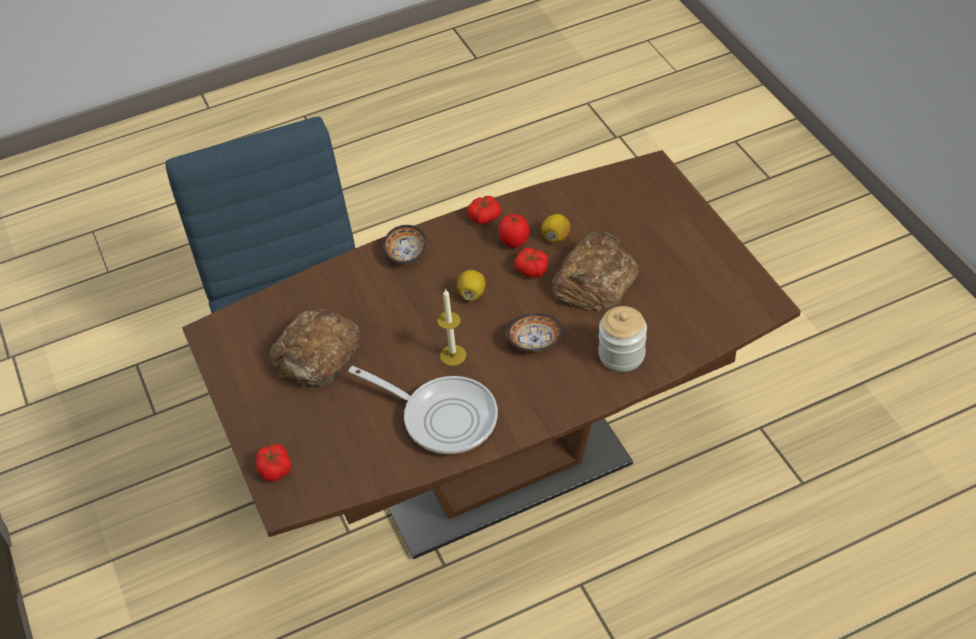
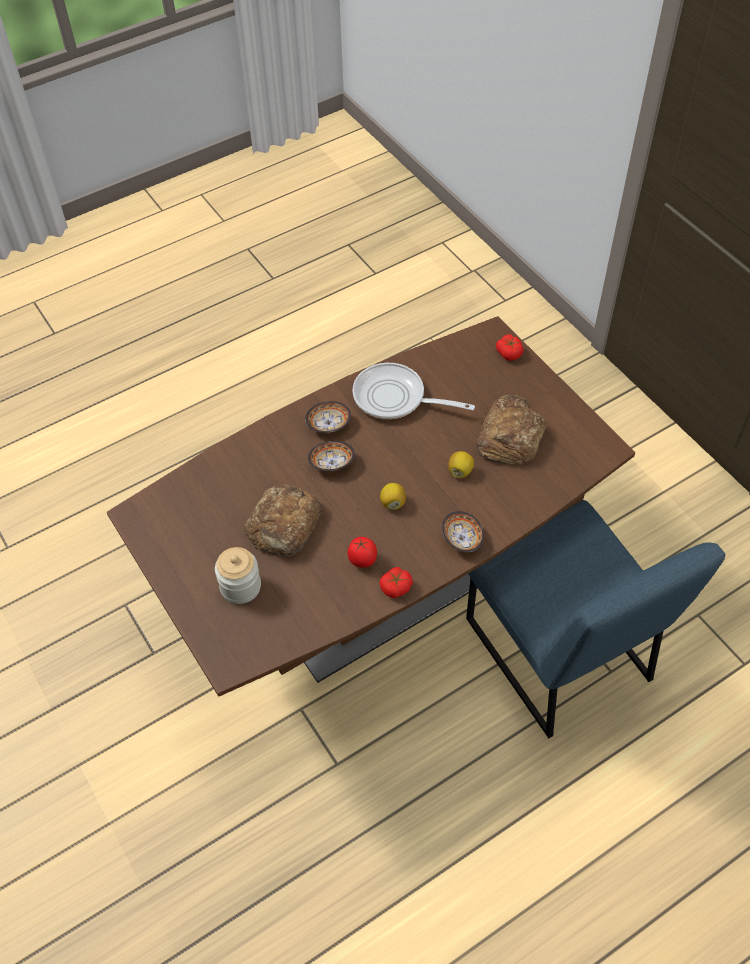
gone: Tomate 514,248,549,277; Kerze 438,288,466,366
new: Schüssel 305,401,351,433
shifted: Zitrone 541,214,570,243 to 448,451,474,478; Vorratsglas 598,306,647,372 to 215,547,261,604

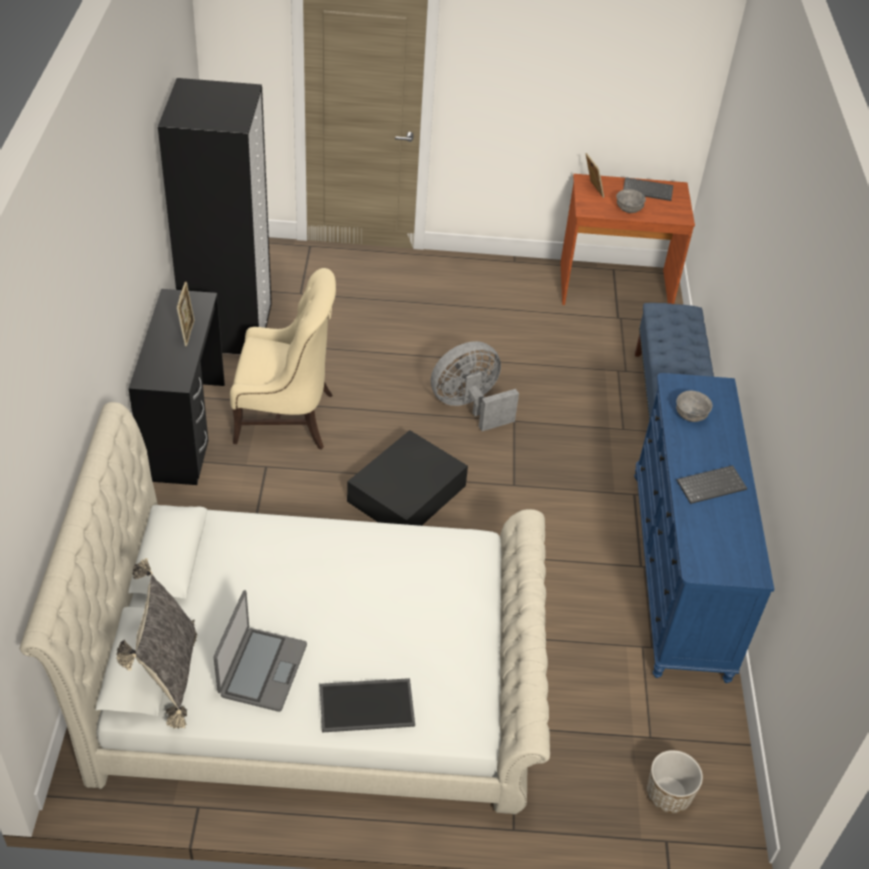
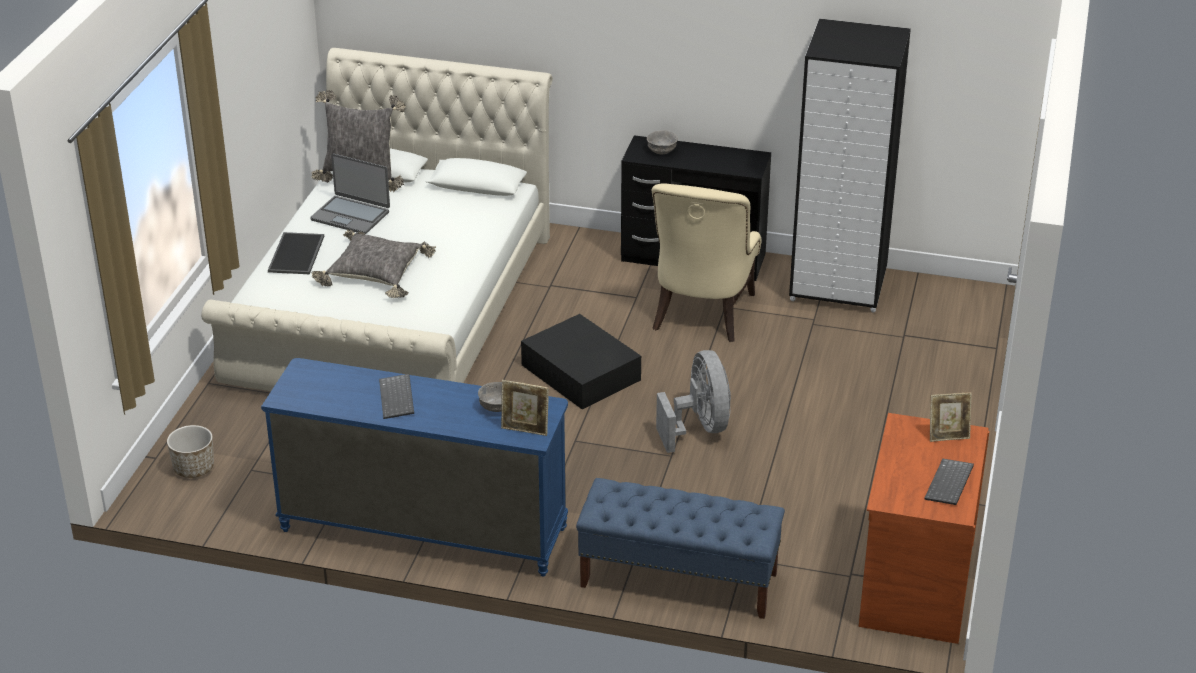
new: Kissen 312,230,436,298
shifted: Schüssel [grau] 616,189,646,213 to 647,130,678,154; Bilderrahmen 177,282,194,346 to 501,380,549,436

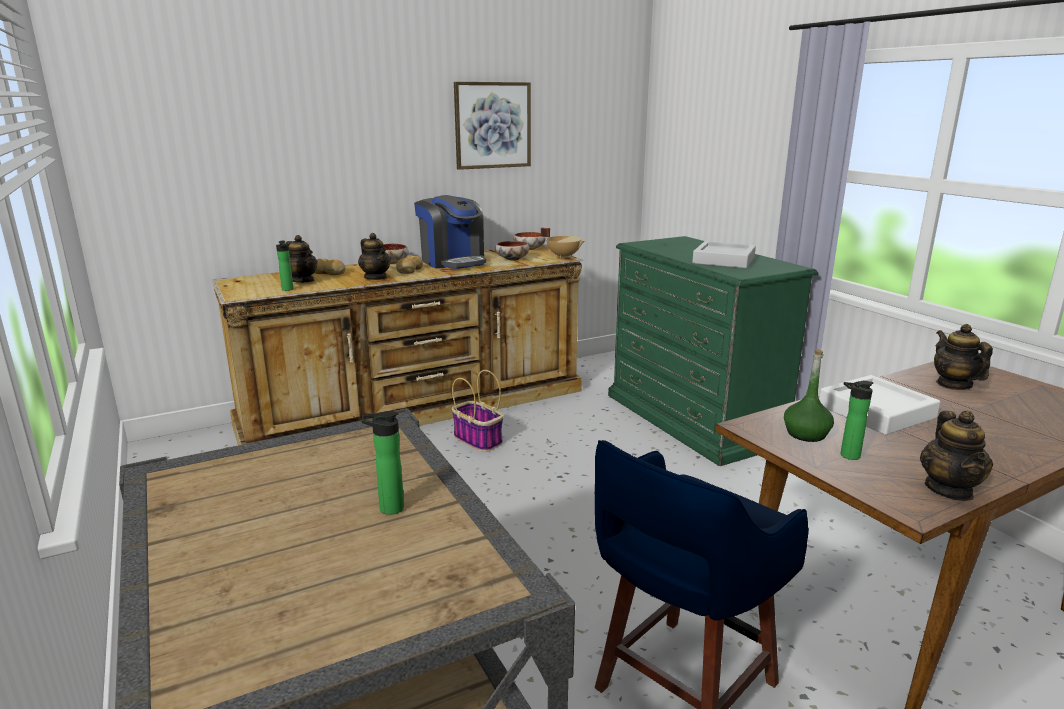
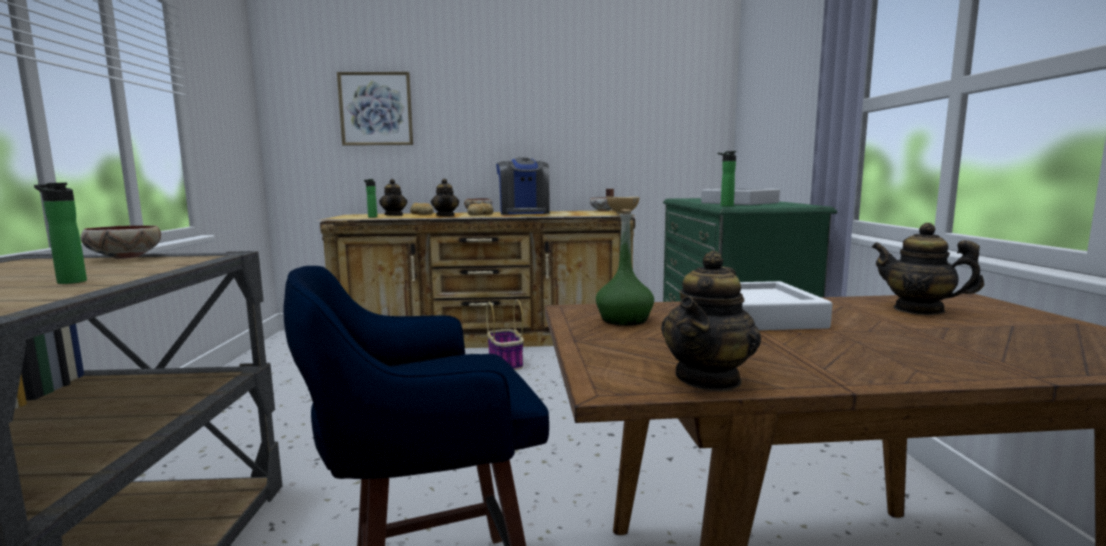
shifted: Bild 454,82,531,170 to 337,72,413,146; Schüssel 495,241,529,261 to 81,225,161,259; Flasche 840,381,873,460 to 718,151,737,207
rotated: Teekanne 934,324,993,390 = 872,223,984,315 60 degrees counterclockwise

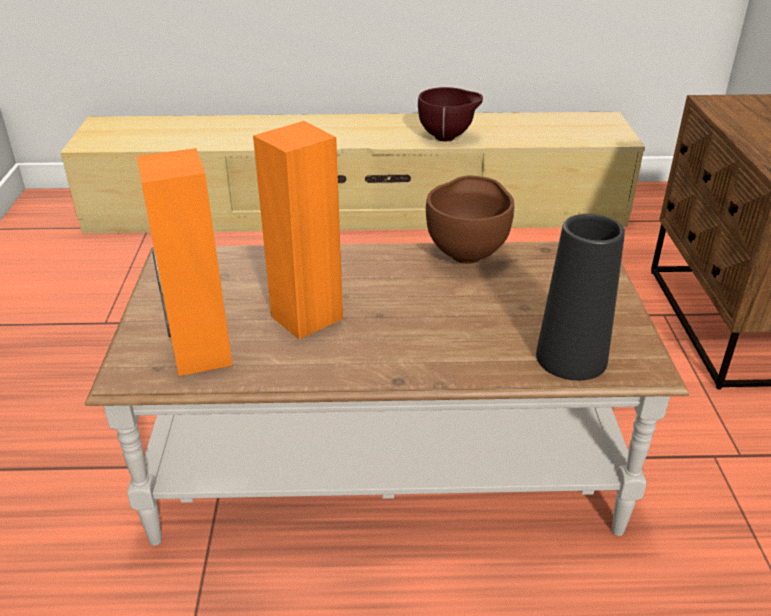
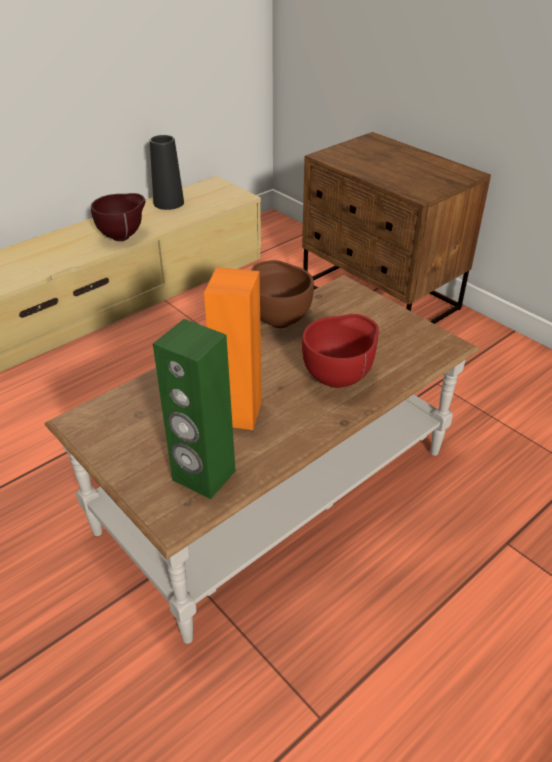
new: Schüssel [rot] 302,314,379,388
shifted: Vase [schwarz] 536,214,625,381 to 150,135,184,210
repainted: Lautsprecher [orange] 137,148,233,376 to Lautsprecher [grün] 153,319,236,499

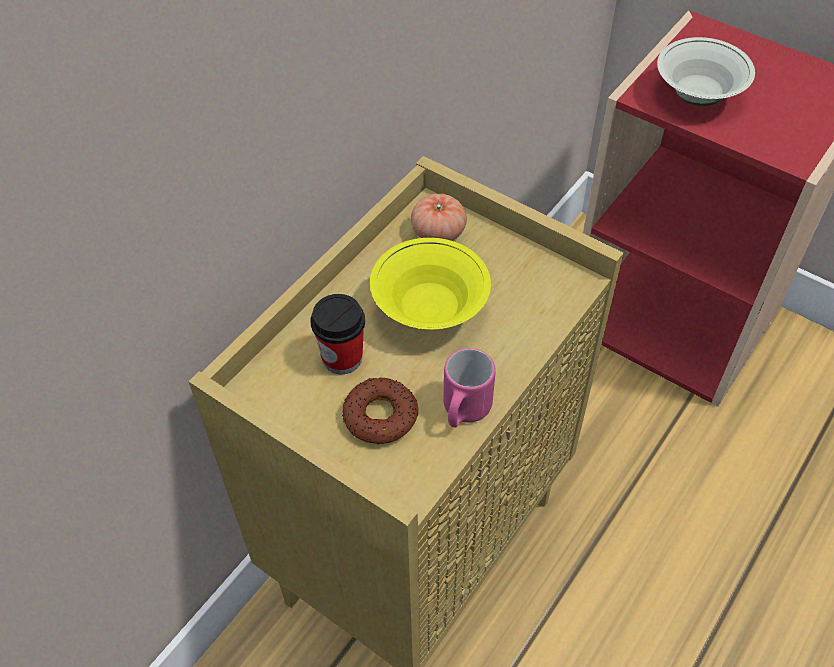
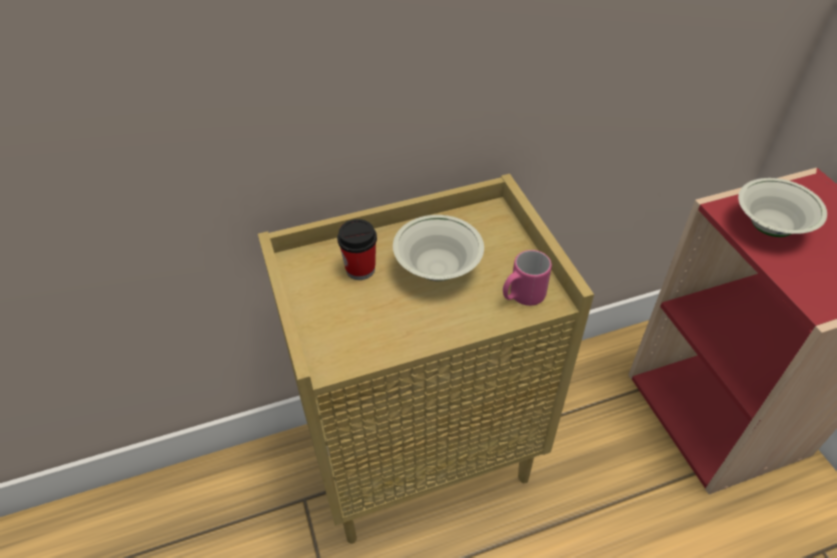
gone: Tomate 411,194,467,241; Donut 342,377,418,444
shifted: Henkelbecher [rosa] 443,348,496,427 to 503,250,552,306
repainted: Schüssel [gelb] 370,238,491,330 to Schüssel [weiß] 393,215,484,281

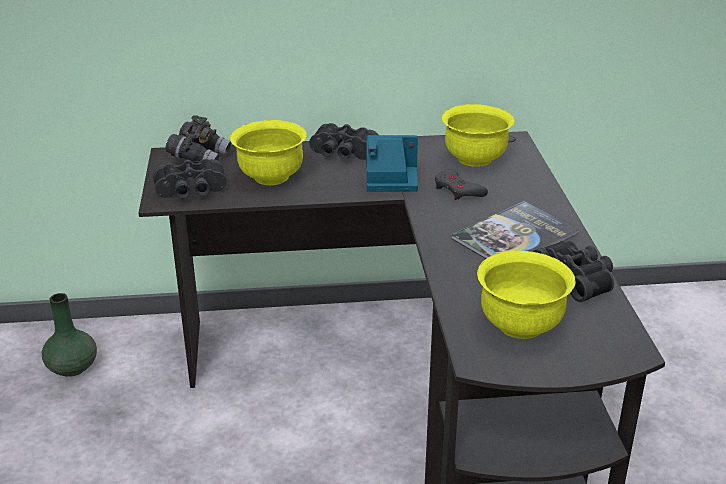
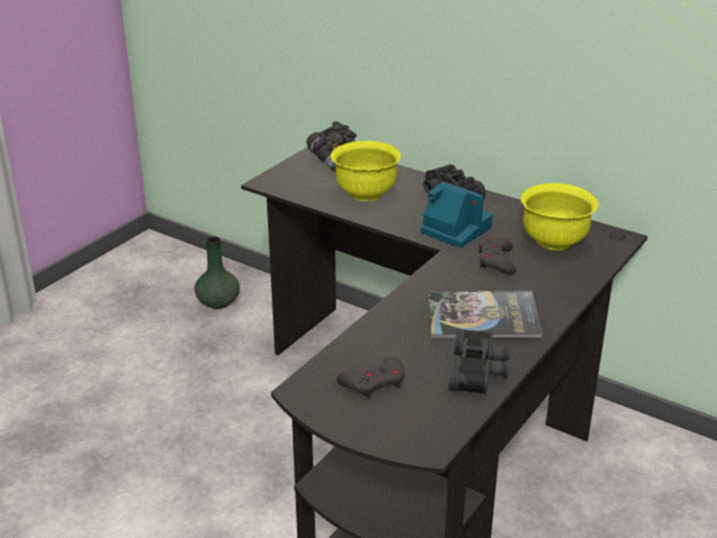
gone: Fernglas [schwarz] 153,159,227,199
swapped: Schüssel [gelb] 477,250,576,339 to Gamepad [grau] 337,357,405,399

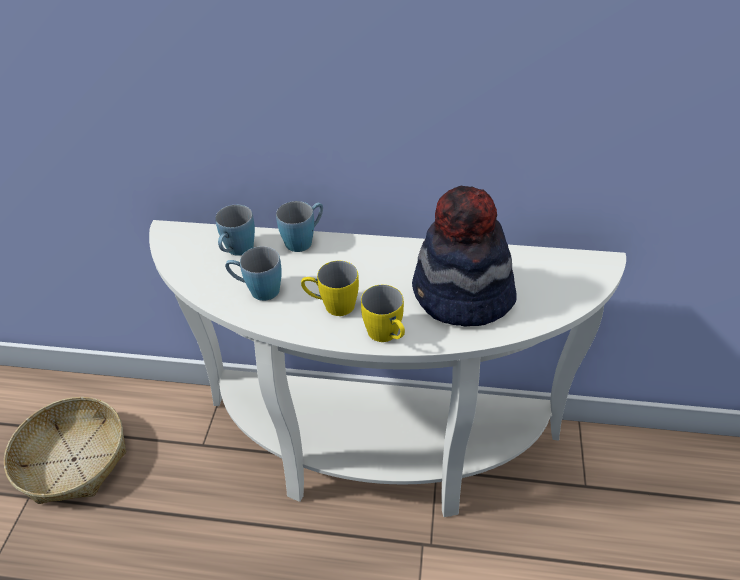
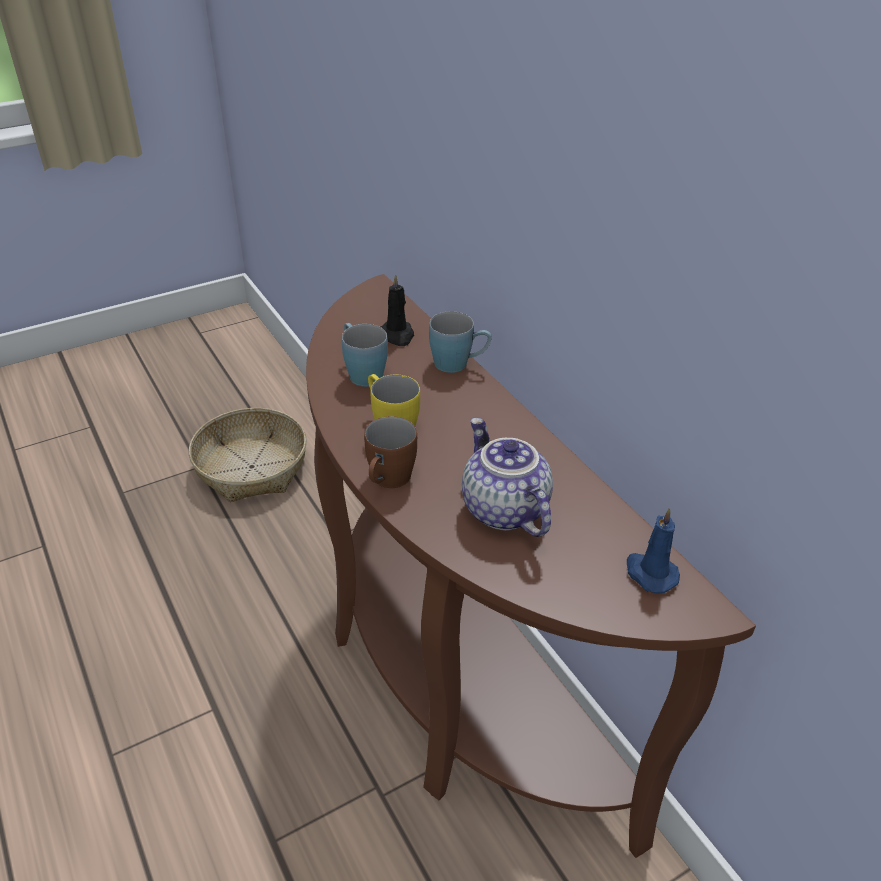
new: Kerze [blau] 627,508,680,594
swapped: Hut 412,186,517,326 to Teekanne 462,417,553,537; Henkelbecher [blau] 215,205,255,256 to Kerze [schwarz] 380,274,414,346
repainted: Konsolentisch [weiß] 149,220,626,517 to Konsolentisch [braun] 306,274,756,858; Henkelbecher [gelb] 361,285,405,342 to Henkelbecher [braun] 364,416,417,488

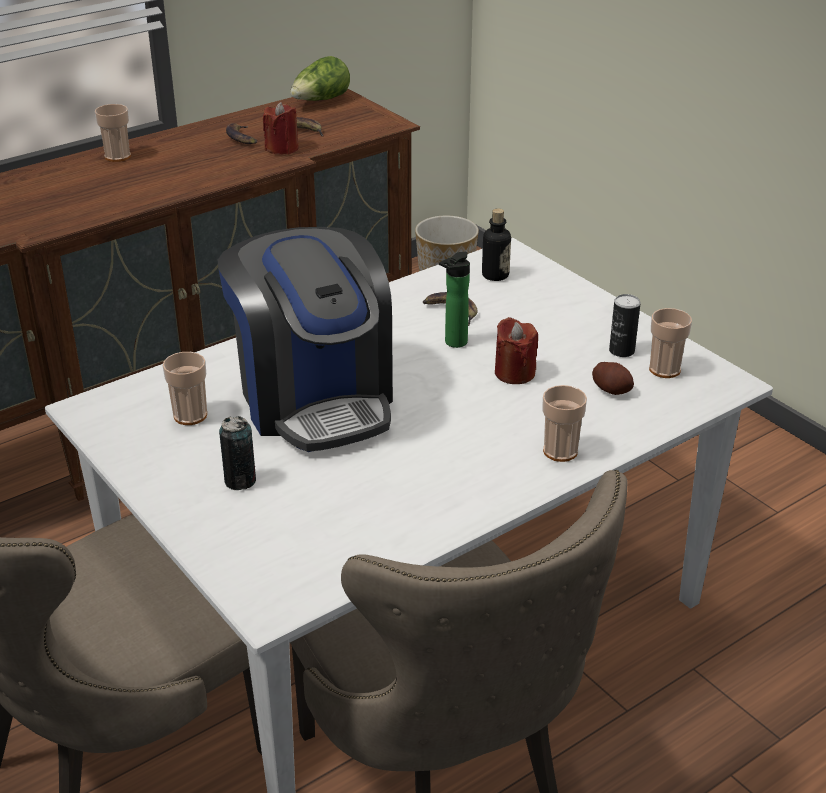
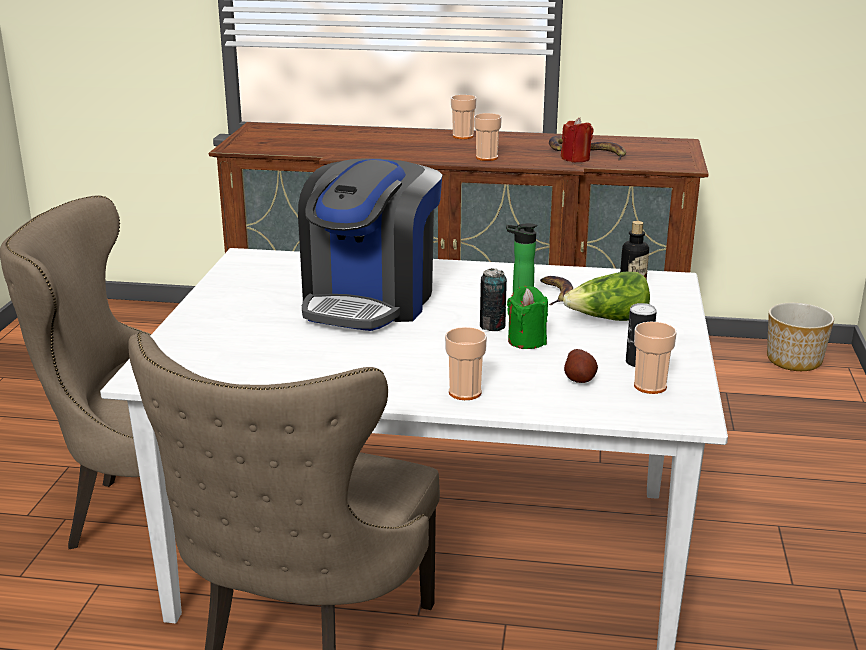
shifted: Salatkopf 290,56,350,101 to 563,272,650,321; Tasse 163,352,207,425 to 474,113,502,161; Dose 219,416,256,490 to 480,268,507,331
repainted: Kerze [rot] 495,317,538,384 to Kerze [grün] 507,286,548,349

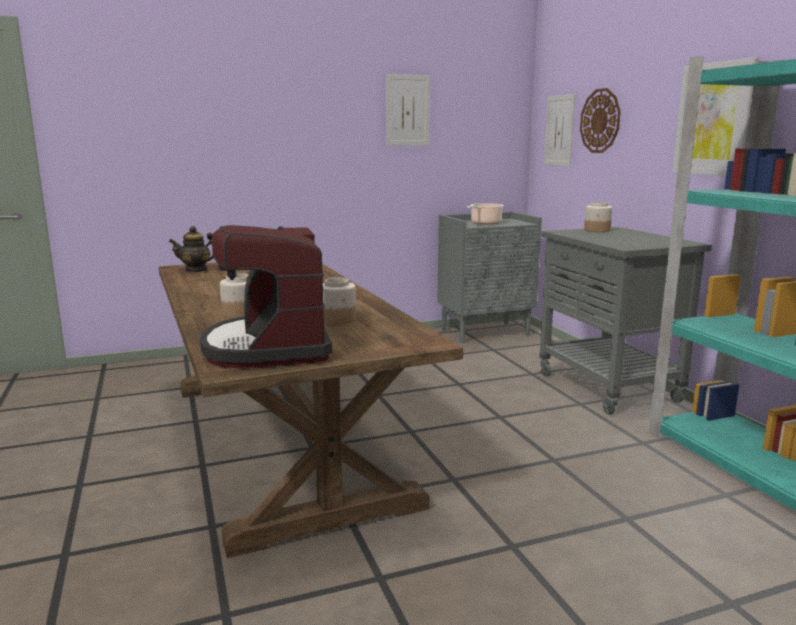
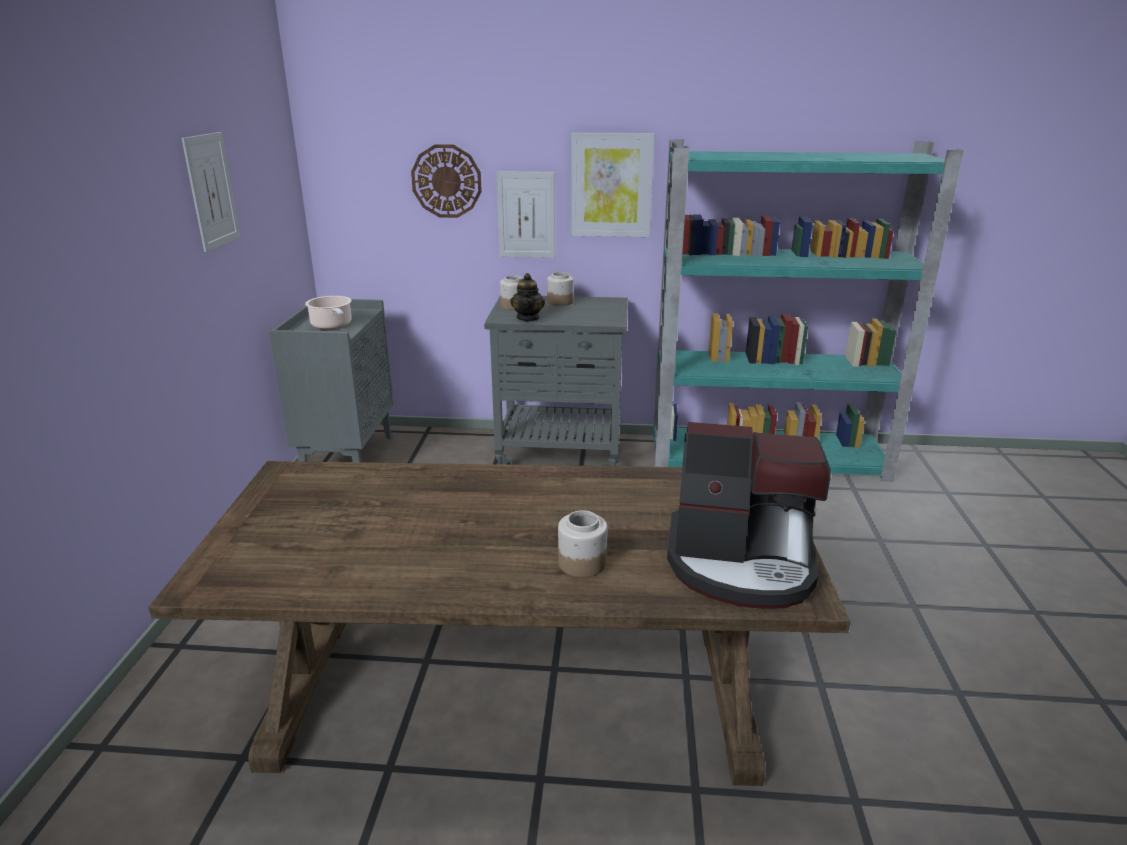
shifted: Bild 544,94,575,166 to 496,171,555,258; Teekanne 169,226,213,272 to 510,273,545,322; Vorratsglas 323,278,356,324 to 547,272,574,306

